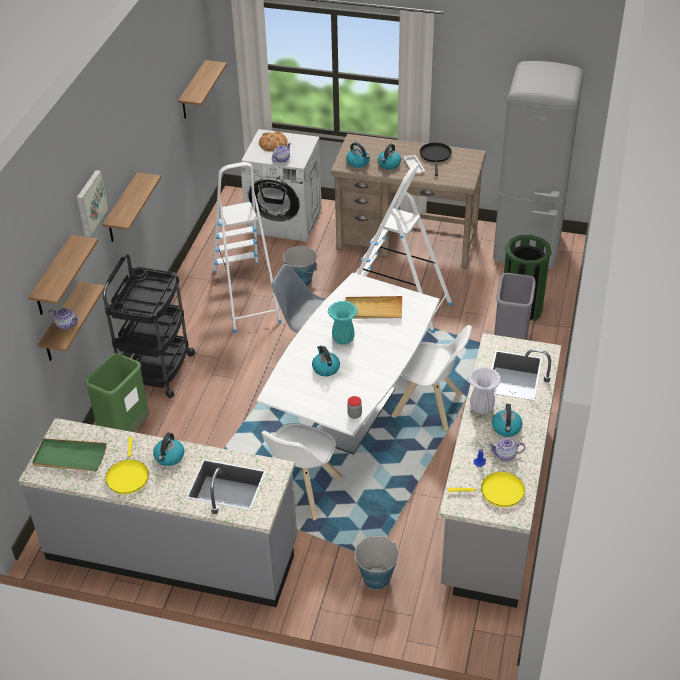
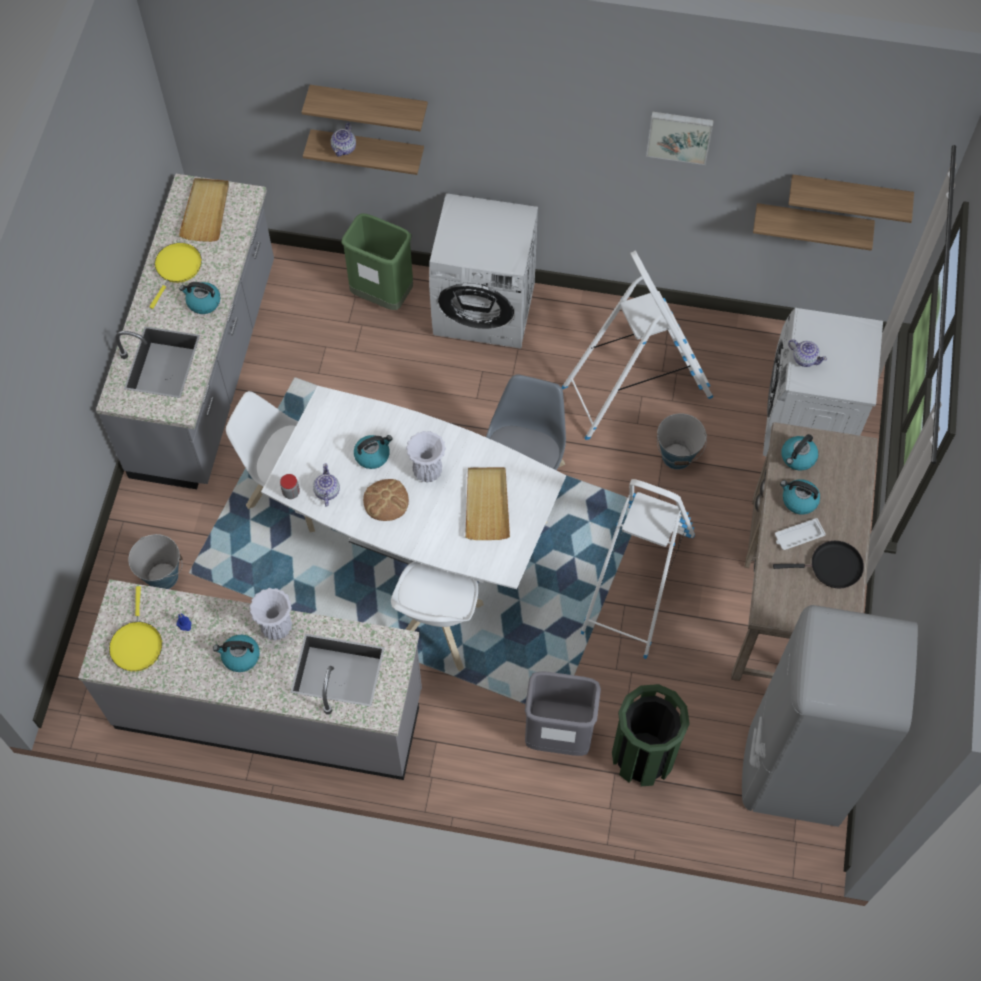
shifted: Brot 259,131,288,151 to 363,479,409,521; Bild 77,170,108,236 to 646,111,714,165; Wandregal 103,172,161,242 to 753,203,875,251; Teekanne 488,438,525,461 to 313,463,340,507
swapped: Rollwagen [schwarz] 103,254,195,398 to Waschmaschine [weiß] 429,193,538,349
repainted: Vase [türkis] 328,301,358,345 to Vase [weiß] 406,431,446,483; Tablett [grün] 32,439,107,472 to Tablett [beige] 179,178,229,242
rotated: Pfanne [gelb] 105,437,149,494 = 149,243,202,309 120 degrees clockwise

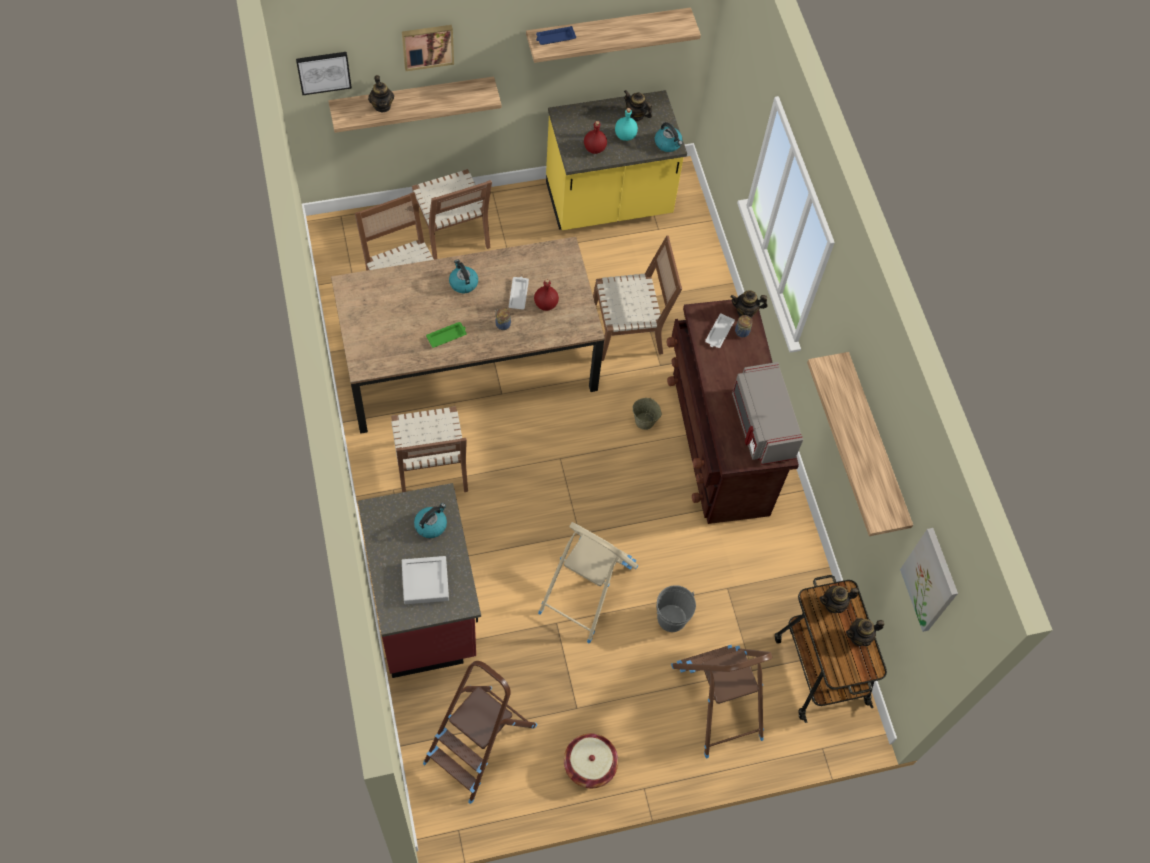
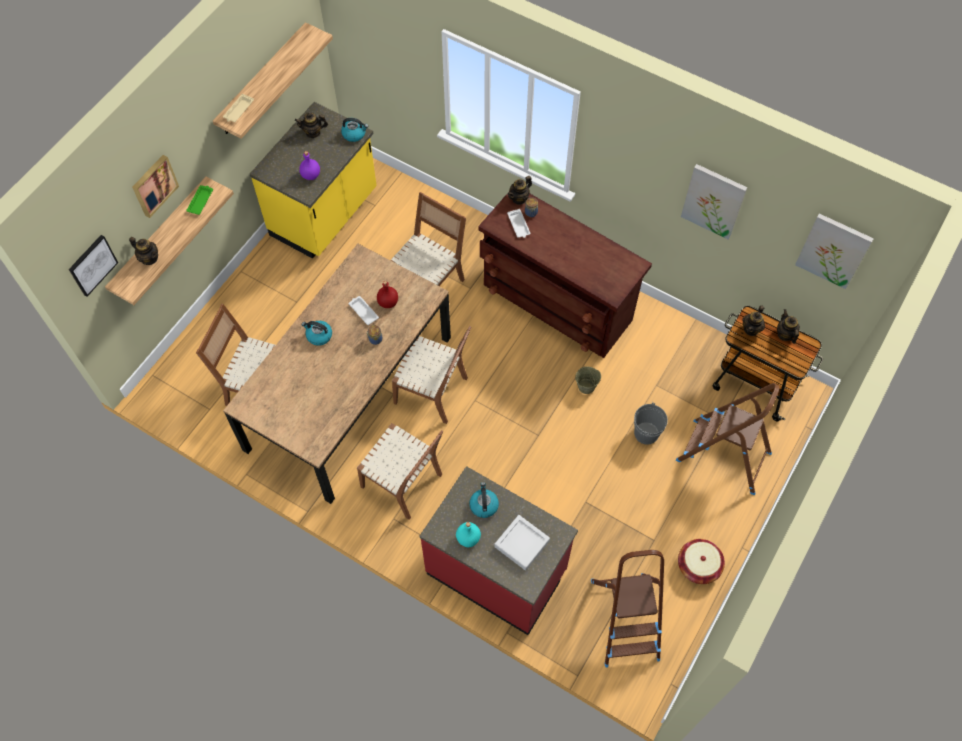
gone: Mikrowelle [grau] 732,362,803,465; Trittleiter [beige] 538,522,638,643
shifted: Flasche [türkis] 615,108,638,141 to 456,522,481,547; Stuhl 412,169,492,260 to 392,326,471,424; Tablett [grün] 426,322,467,348 to 186,185,213,215; Eimer [beige] 633,397,662,430 to 575,367,601,394
swapped: Wandregal 807,352,913,536 to Bild 681,164,747,239
repainted: Tablett [blau] 536,26,576,45 to Tablett [beige] 223,94,254,122; Flasche [rot] 584,121,607,154 to Flasche [lila] 299,151,320,180
rotated: Teekanne 846,618,884,646 = 777,309,800,344 135 degrees clockwise

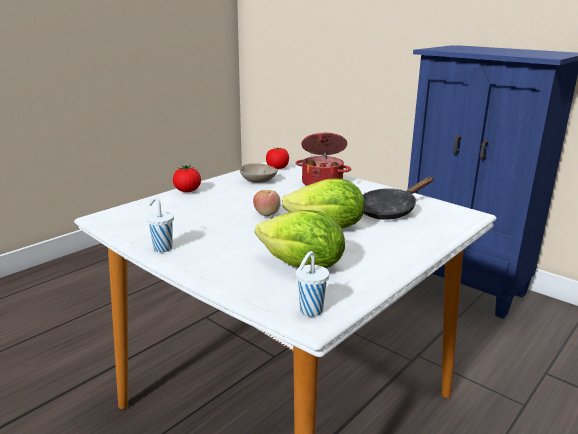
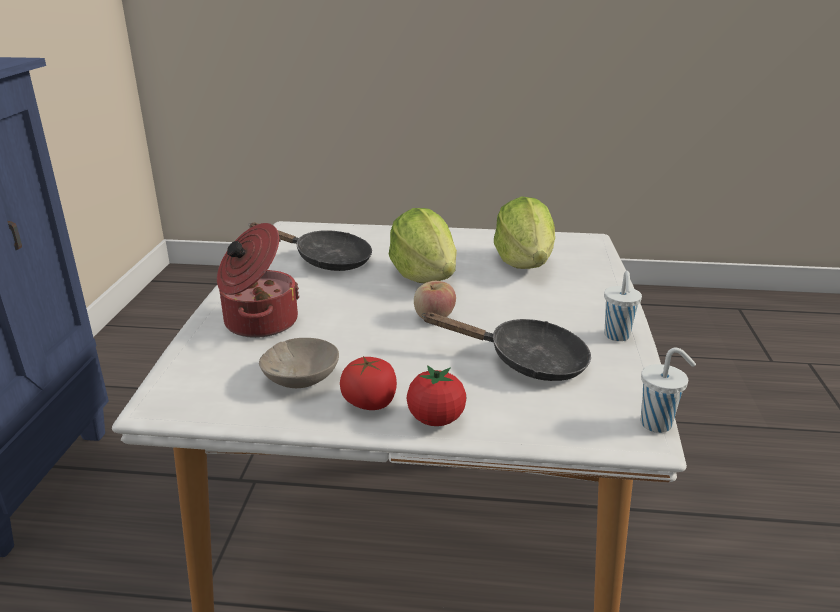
new: Pfanne [schwarz] 422,312,591,381
shifted: Tomate 266,148,289,169 to 340,356,397,410; Tasse [weiß] 296,251,329,316 to 641,348,696,433

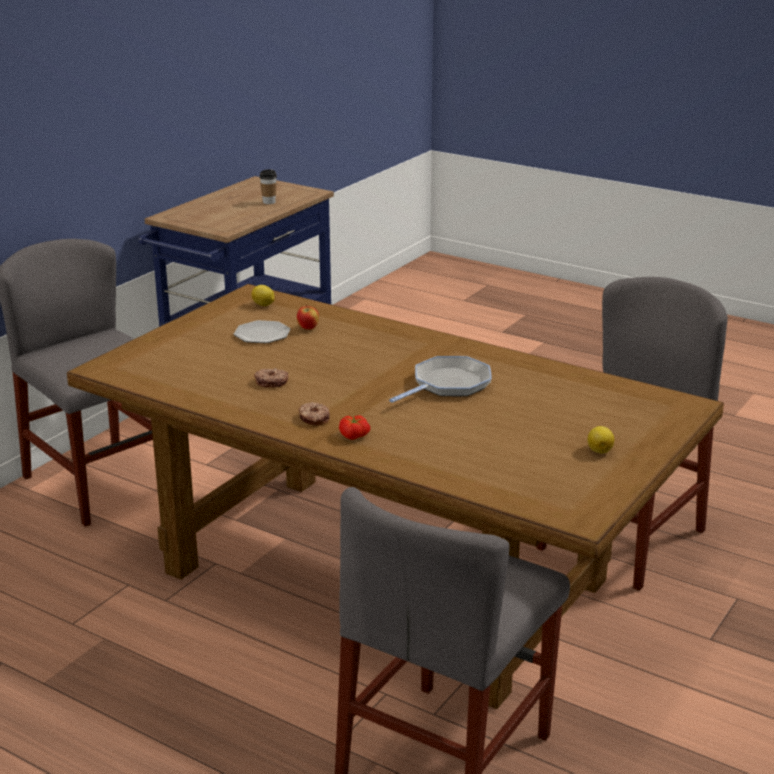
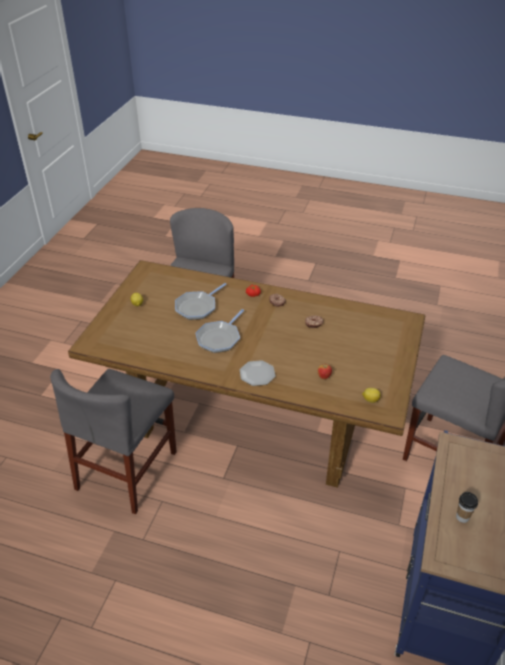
new: Pfanne 175,283,227,320
shifted: Teller 234,320,291,343 to 240,360,276,386

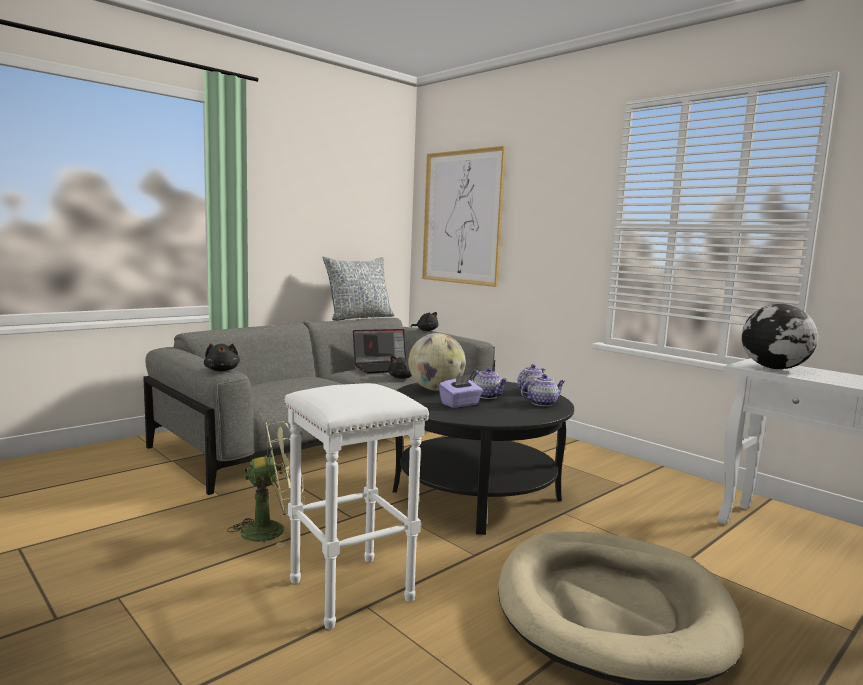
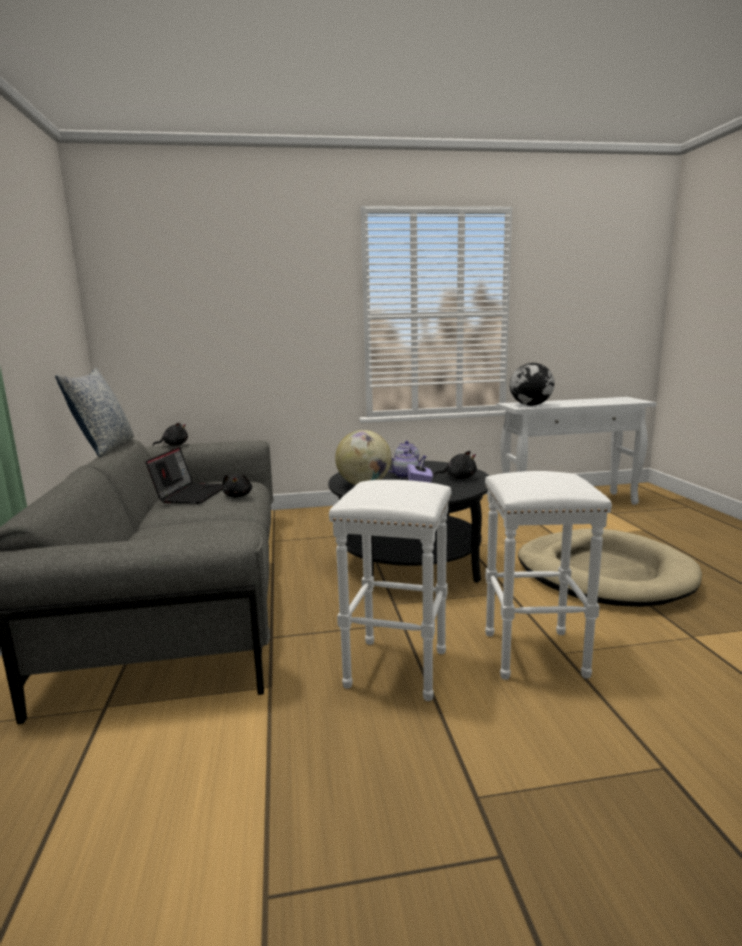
gone: Bild 422,146,506,287; Teekanne 521,374,565,406
shifted: Plüschtier [schwarz] 204,343,240,371 to 434,451,477,479
swapped: Ventilator [grün] 227,421,304,548 to Hocker [weiß] 329,480,451,701

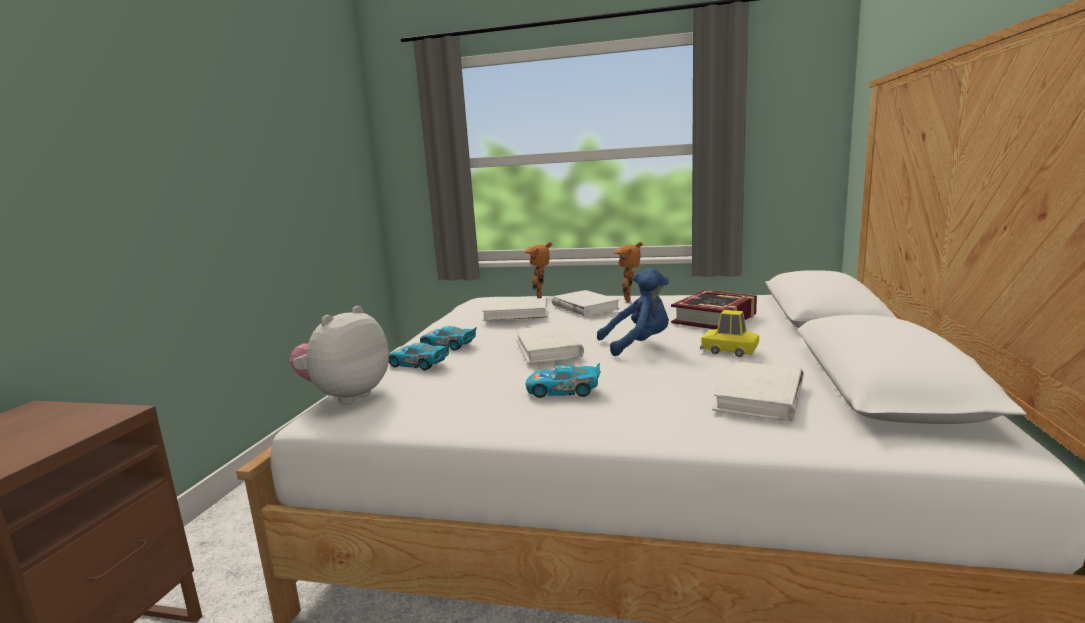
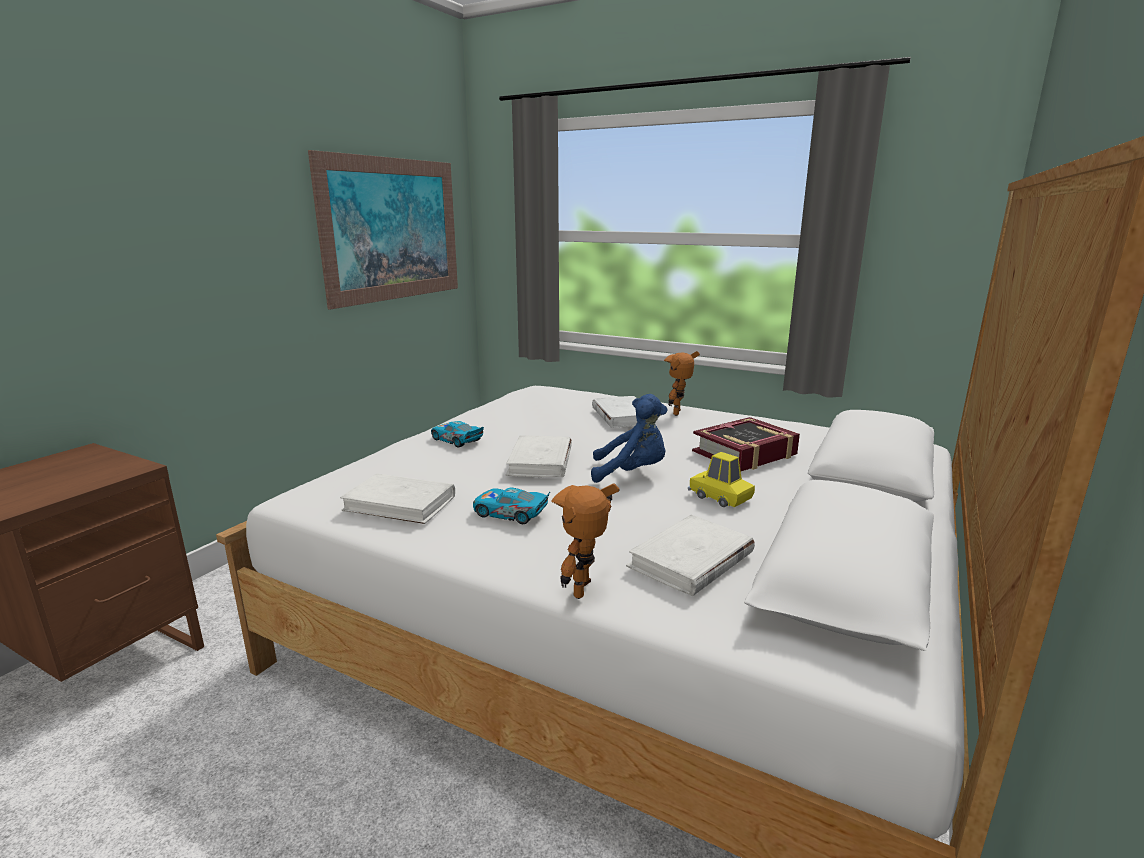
gone: Plüschtier 289,306,389,404; Spielzeugauto 389,343,450,370
new: Bild 308,150,458,310
shifted: Spielzeugroboter 524,242,552,298 to 551,483,619,599; Buch [weiß] 482,298,547,321 to 340,473,455,524

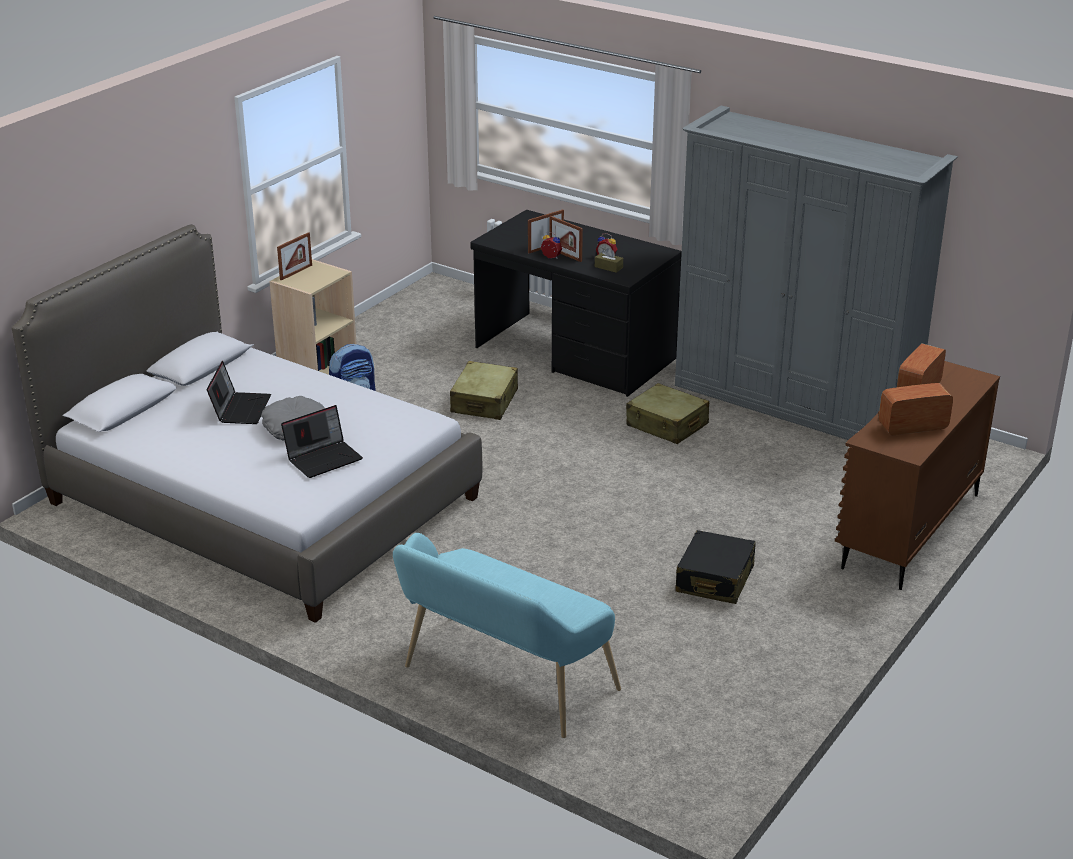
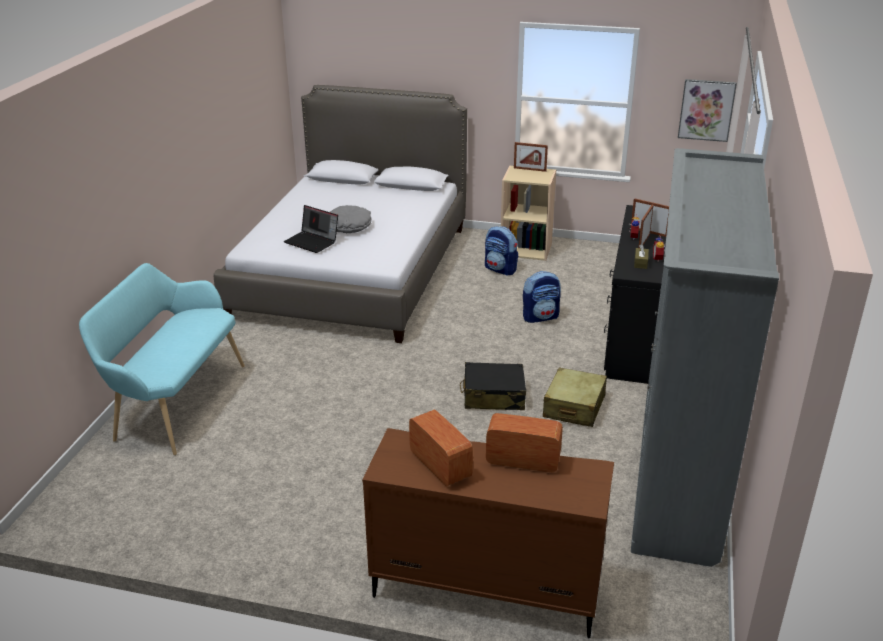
gone: Laptop 207,361,271,424
new: Bild 678,79,737,142
shifted: Koffer [schwarz] 675,530,756,604 to 460,362,526,410
swapped: Koffer [beige] 450,361,518,420 to Rucksack 523,271,561,323

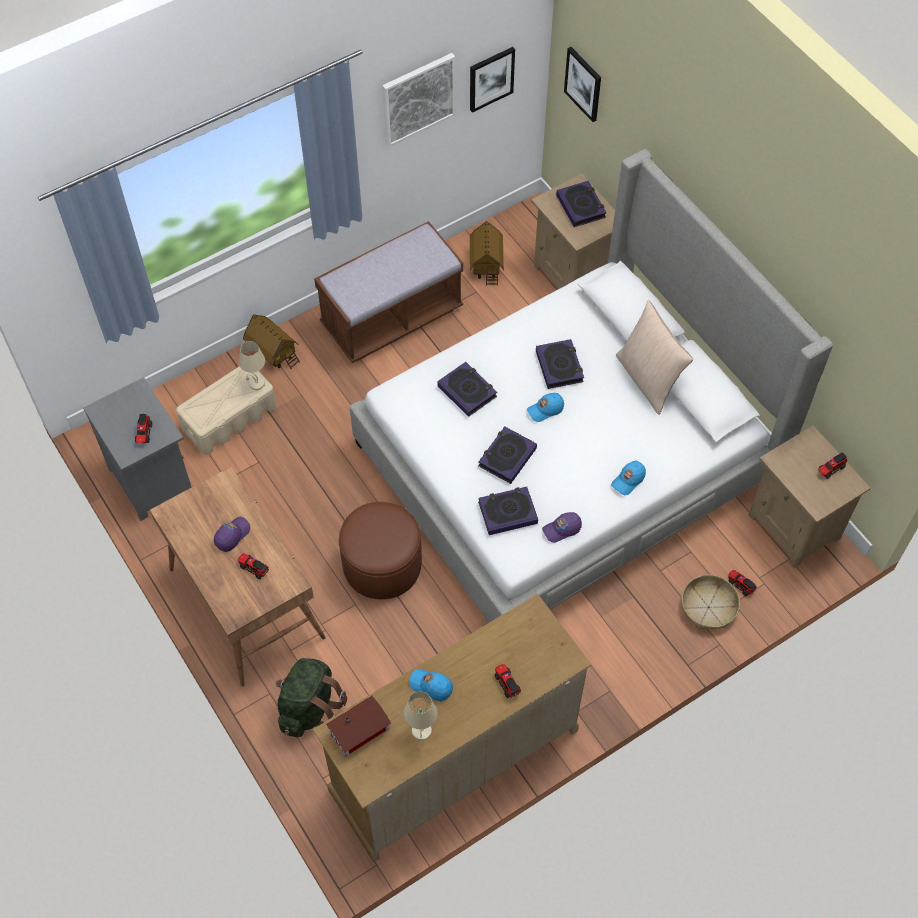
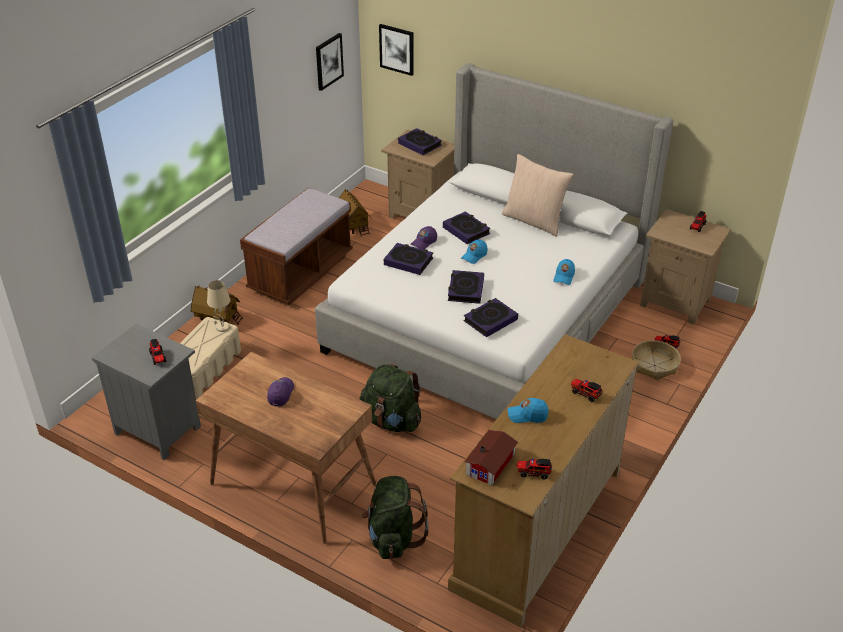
gone: Bild 382,53,456,147; Tischlampe [beige] 404,691,437,741
shifted: Kappe [lila] 542,512,582,543 to 410,226,437,250; Spielzeuglaster 238,553,269,579 to 516,459,552,479
swapped: Polsterhocker [braun] 339,502,422,599 to Rucksack [grün] 359,364,421,432

